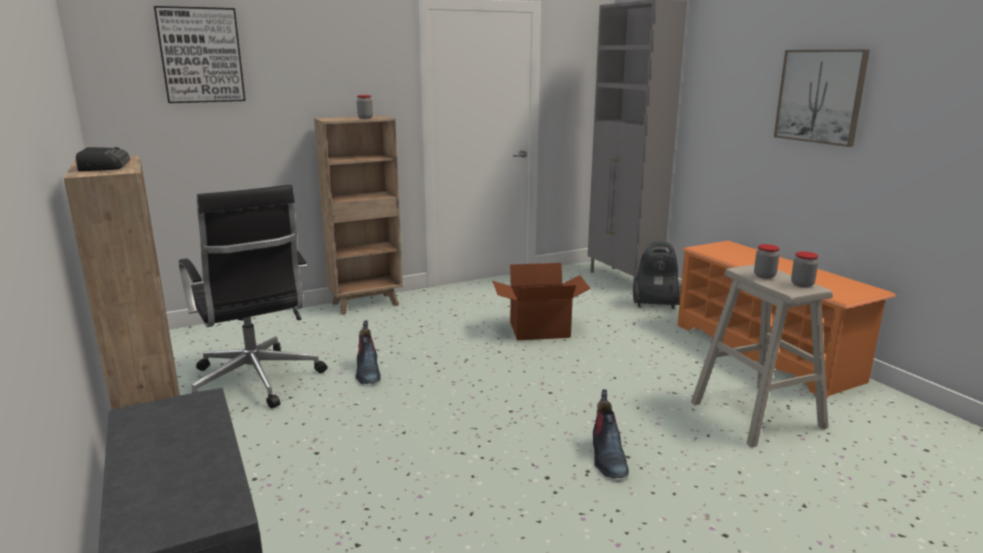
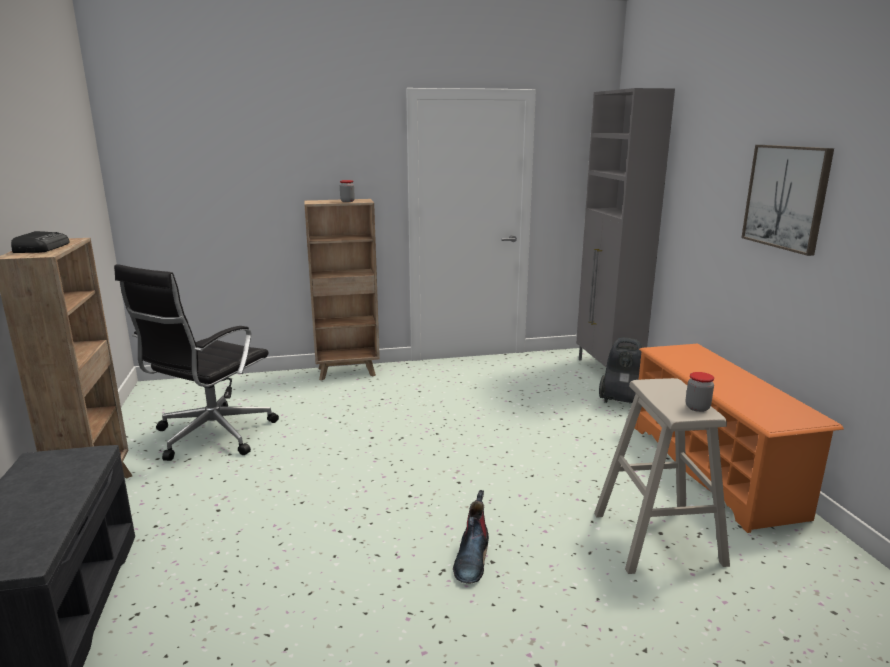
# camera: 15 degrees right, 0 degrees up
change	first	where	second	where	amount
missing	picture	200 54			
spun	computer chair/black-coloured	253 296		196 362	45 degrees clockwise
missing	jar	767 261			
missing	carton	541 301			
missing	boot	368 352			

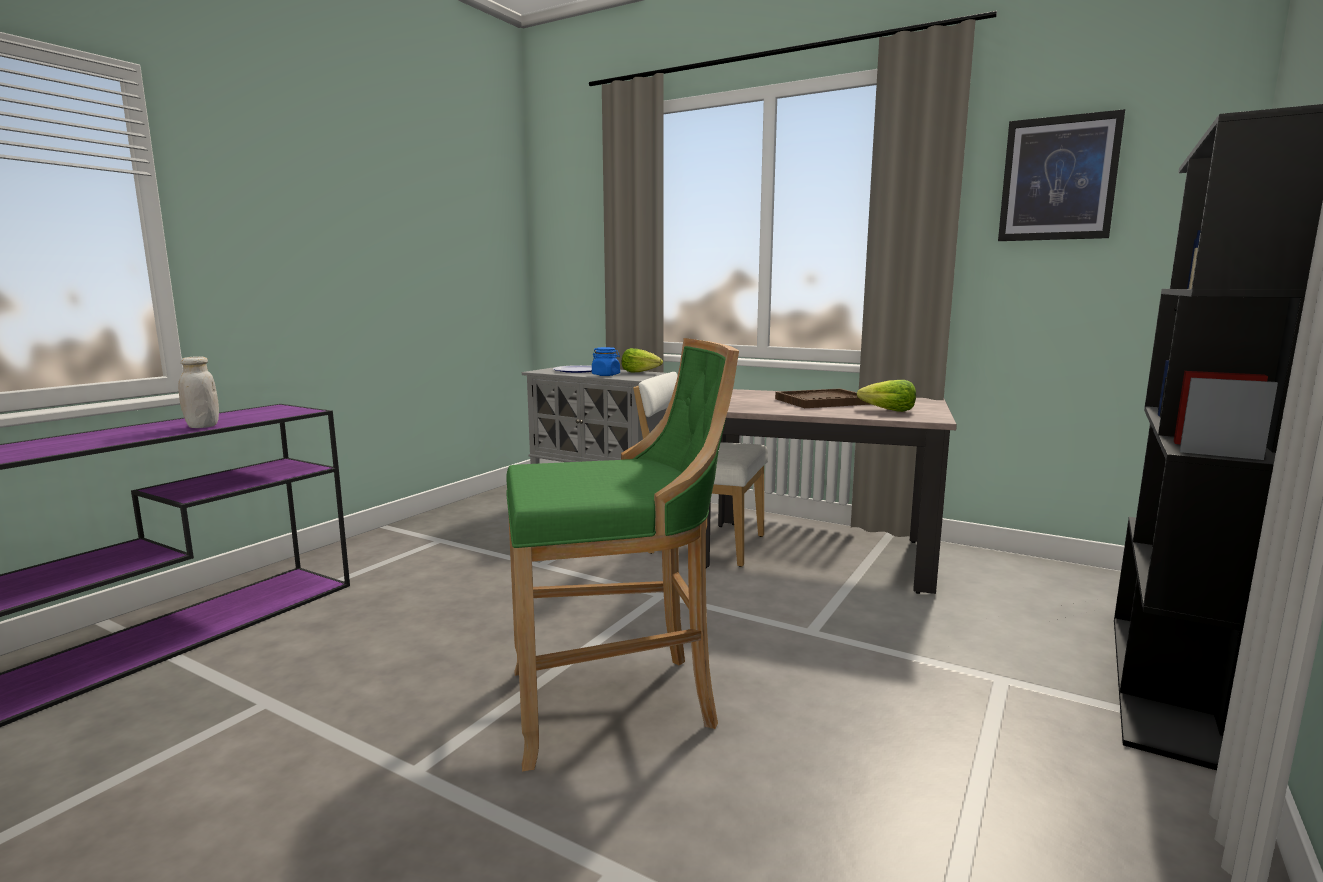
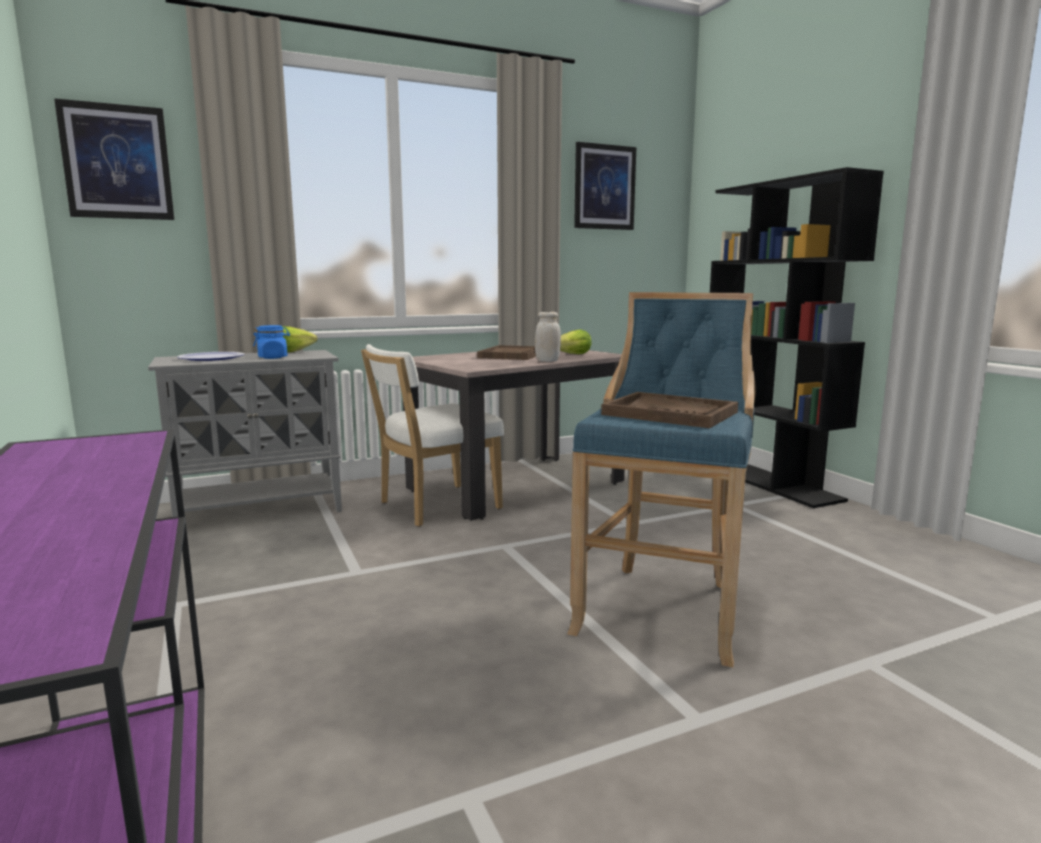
# camera: 55 degrees left, 0 degrees up
change	first	where	second	where	amount
colour	stool/green	622 554	stool/blue-coloured	661 479	
relocated	jar/white	199 392		548 337	
appeared			picture	114 159	
appeared			serving tray/brownish	669 410	

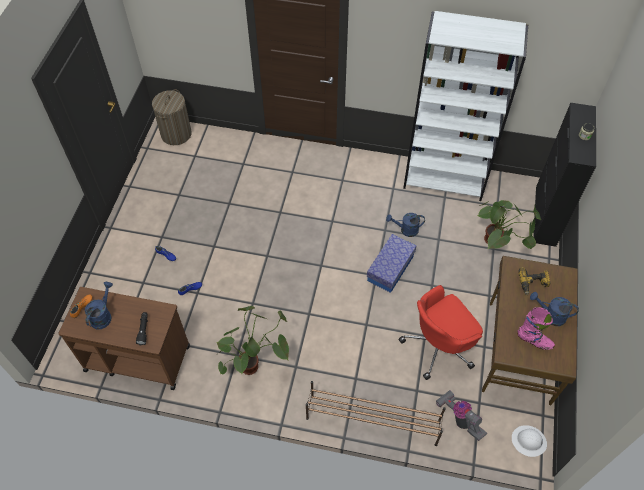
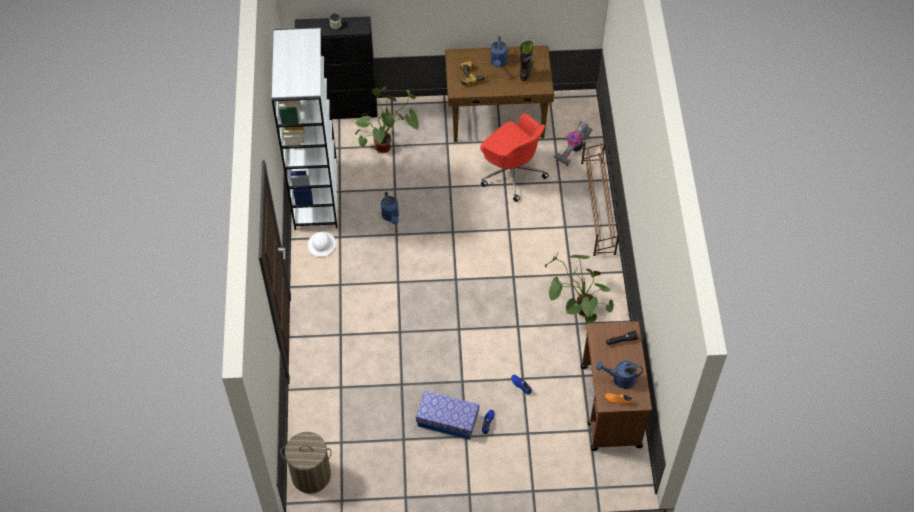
# camera: 105 degrees left, 0 degrees up
change	first	where	second	where	amount
relocated	storage container	391 263		447 415	
colour	boot/pink-coloured	536 328	boot/black-coloured	526 61	
relocated	safety helmet/white	529 441		322 244	

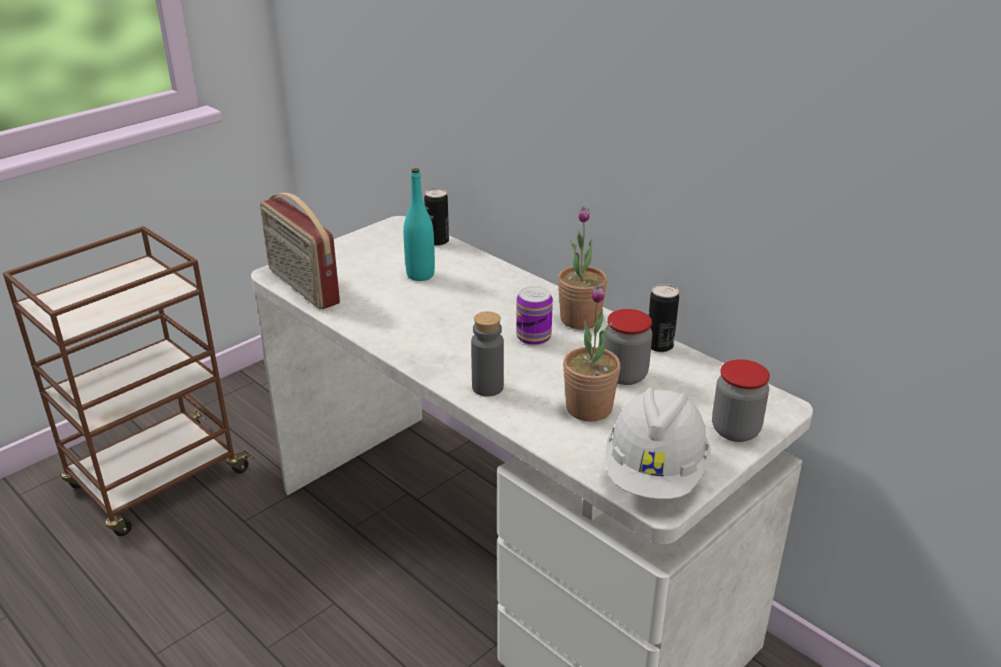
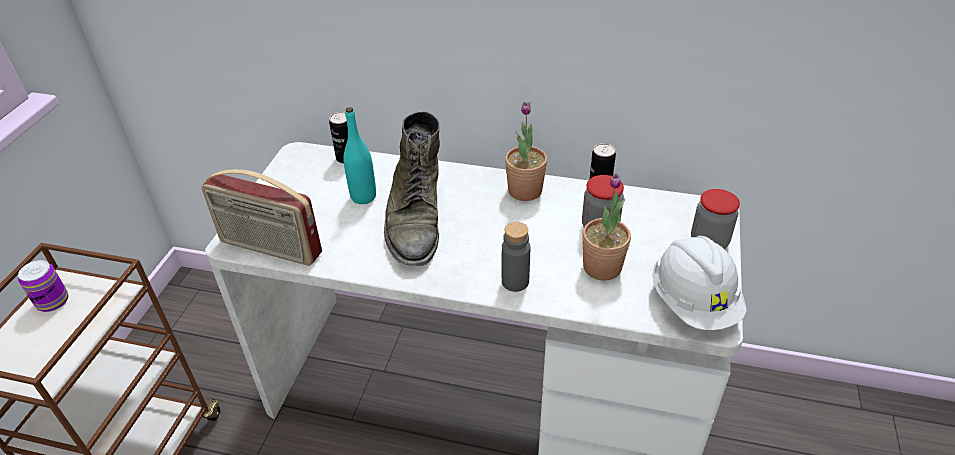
# camera: 30 degrees left, 10 degrees up
change	first	where	second	where	amount
relocated	can	534 315		43 286	
appeared			boot/green	412 188	

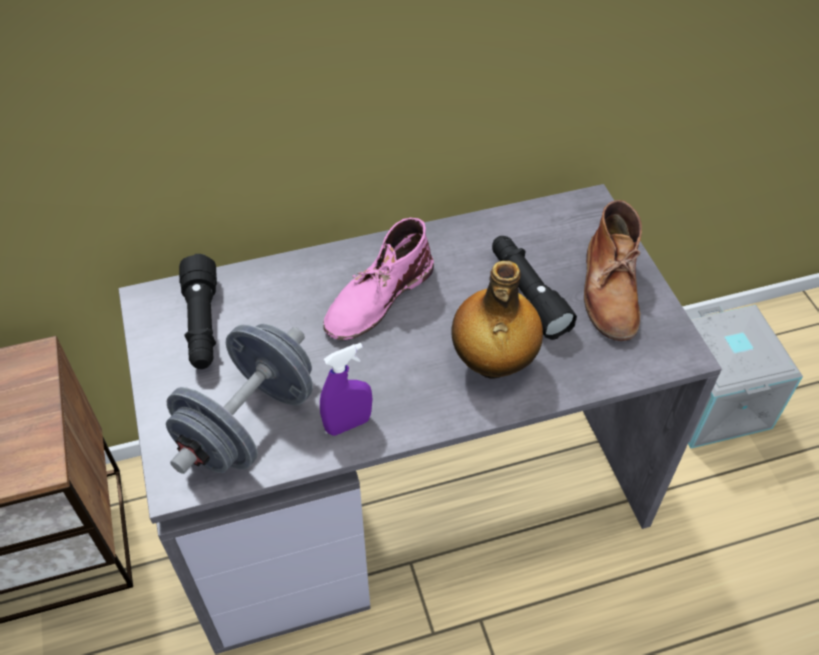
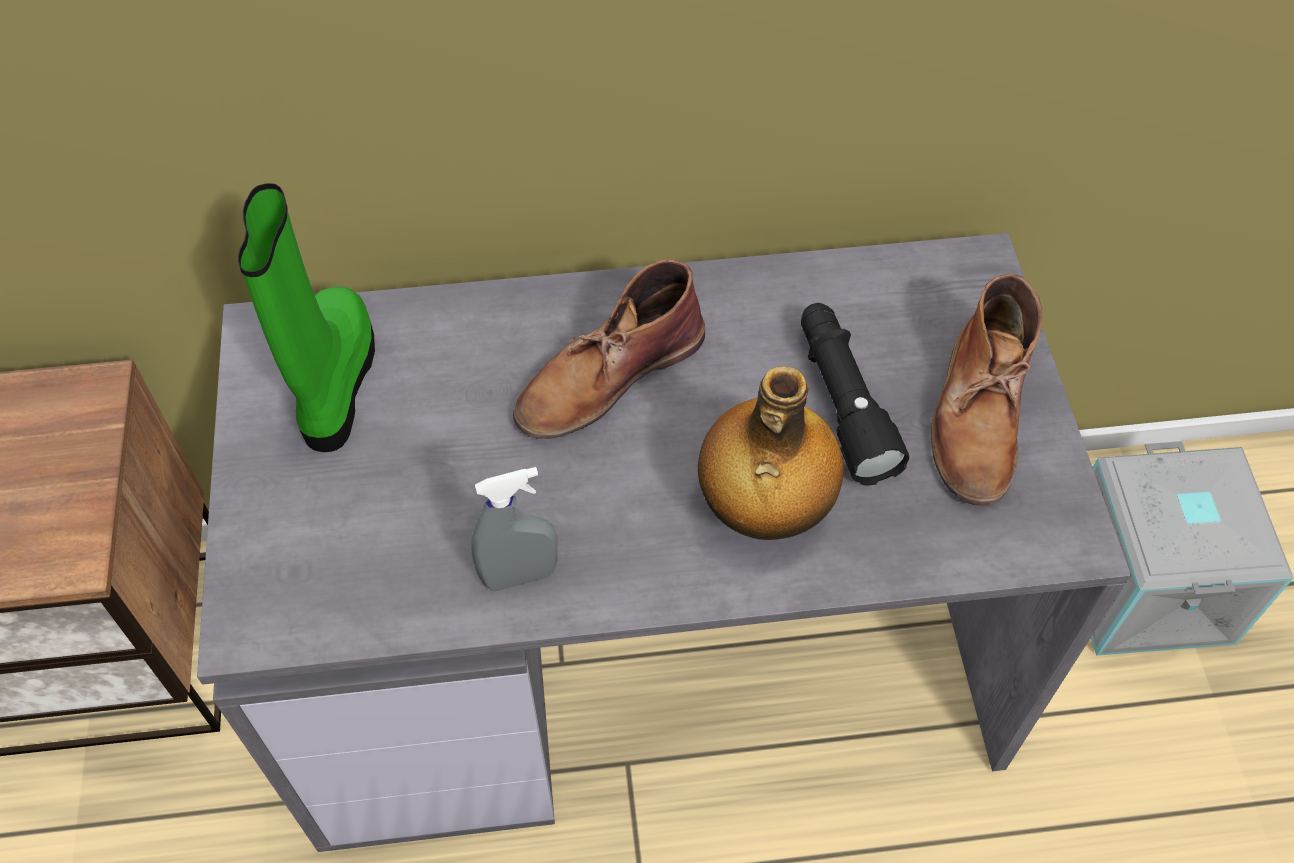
# camera: 10 degrees right, 5 degrees up
change	first	where	second	where	amount
colour	boot/pink-coloured	378 279	boot/brownish	609 349	
exchanged	hand torch/black-coloured	198 311	boot/green	306 317	
missing	hand weight/gray	239 399			
colour	hand sprayer/purplish	346 389	hand sprayer/gray	514 529	

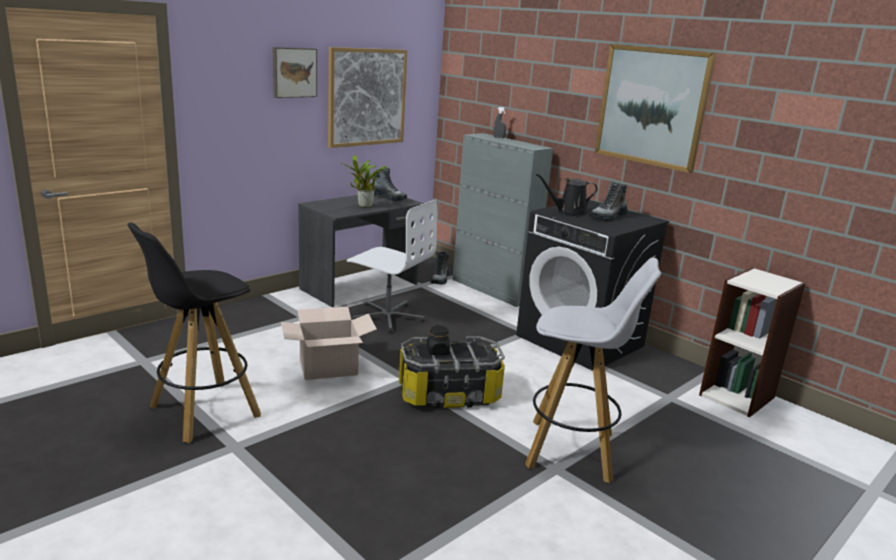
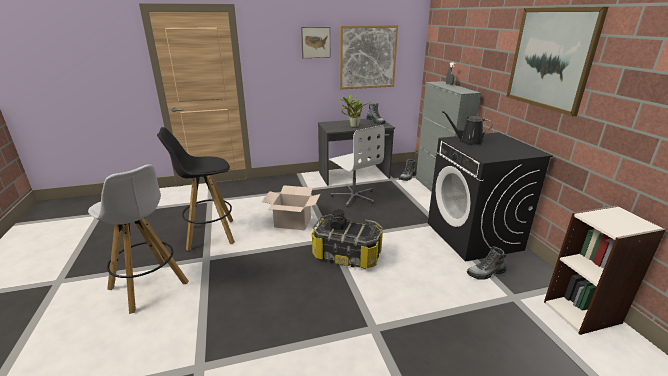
# camera: 30 degrees right, 5 degrees up
change	first	where	second	where	amount
relocated	boot	609 201		487 263	
relocated	stool/white	593 370		138 239	

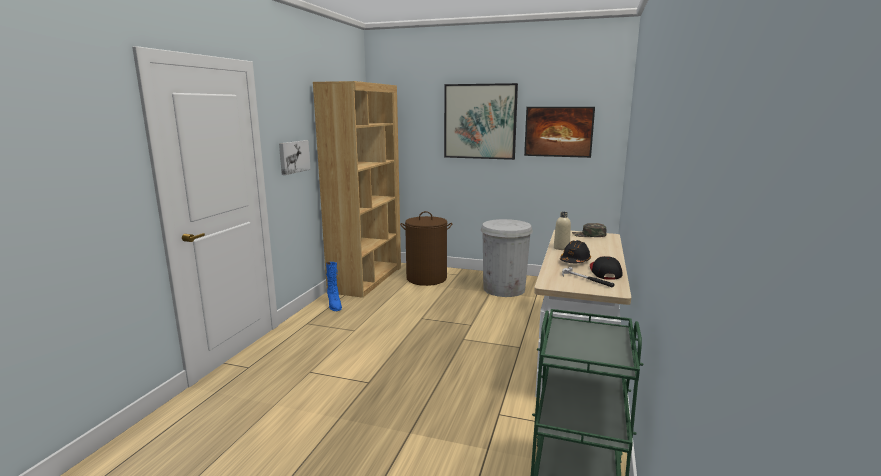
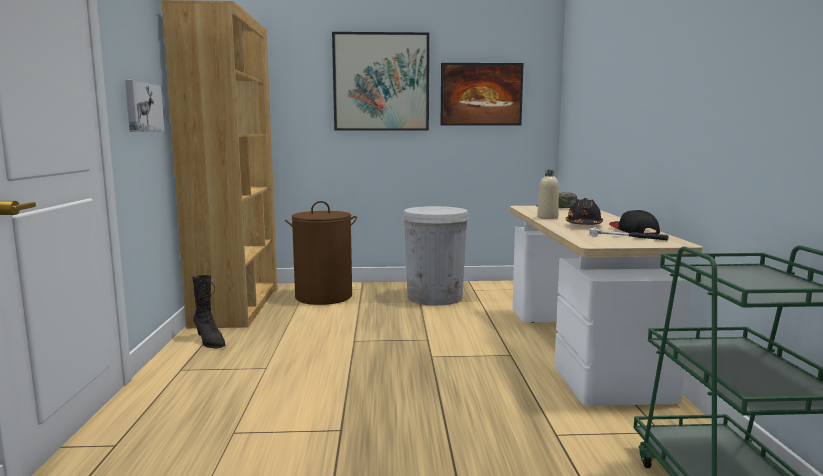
# camera: 20 degrees left, 5 degrees down
change	first	where	second	where	amount
colour	boot/blue-coloured	334 286	boot/black-coloured	209 311	

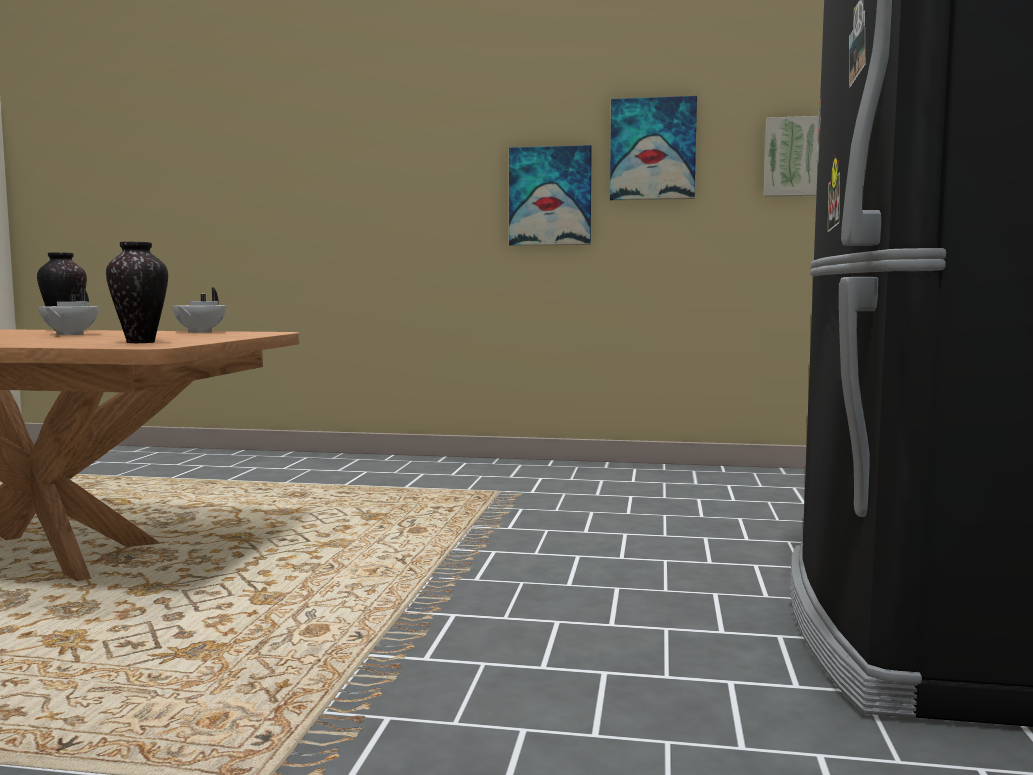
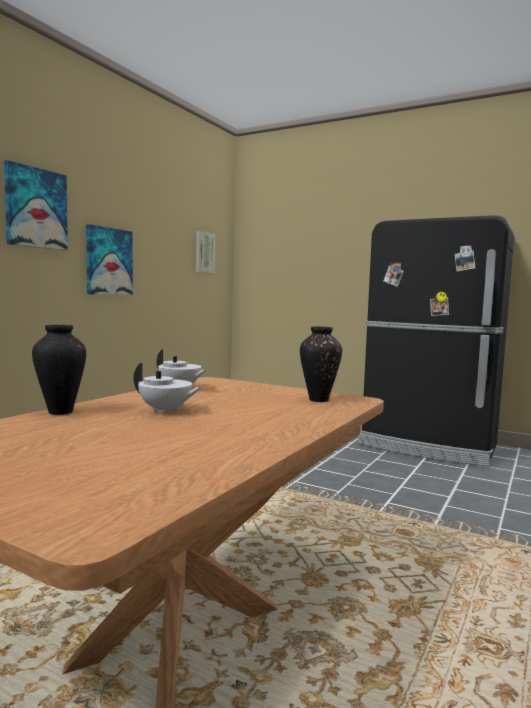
# camera: 70 degrees left, 0 degrees up
change	first	where	second	where	amount
relocated	picture	653 148		36 205	

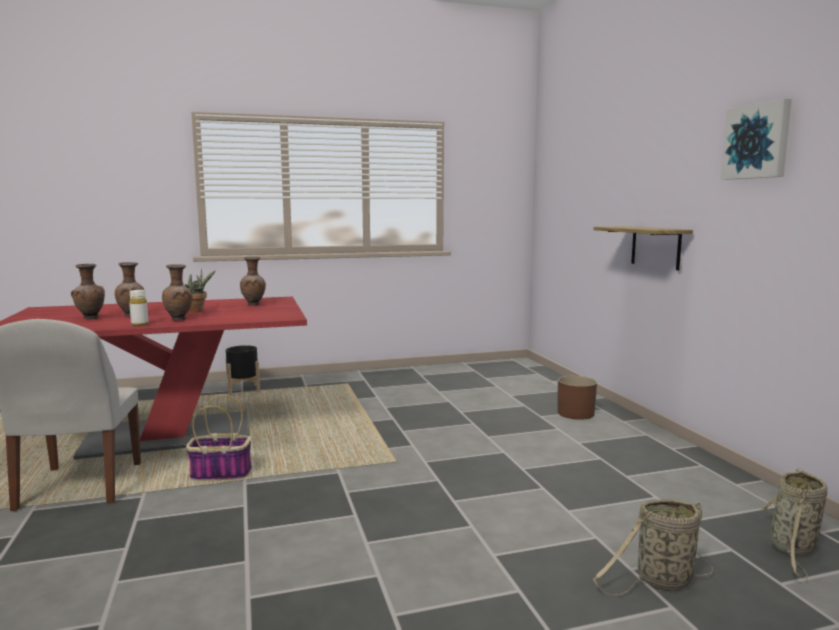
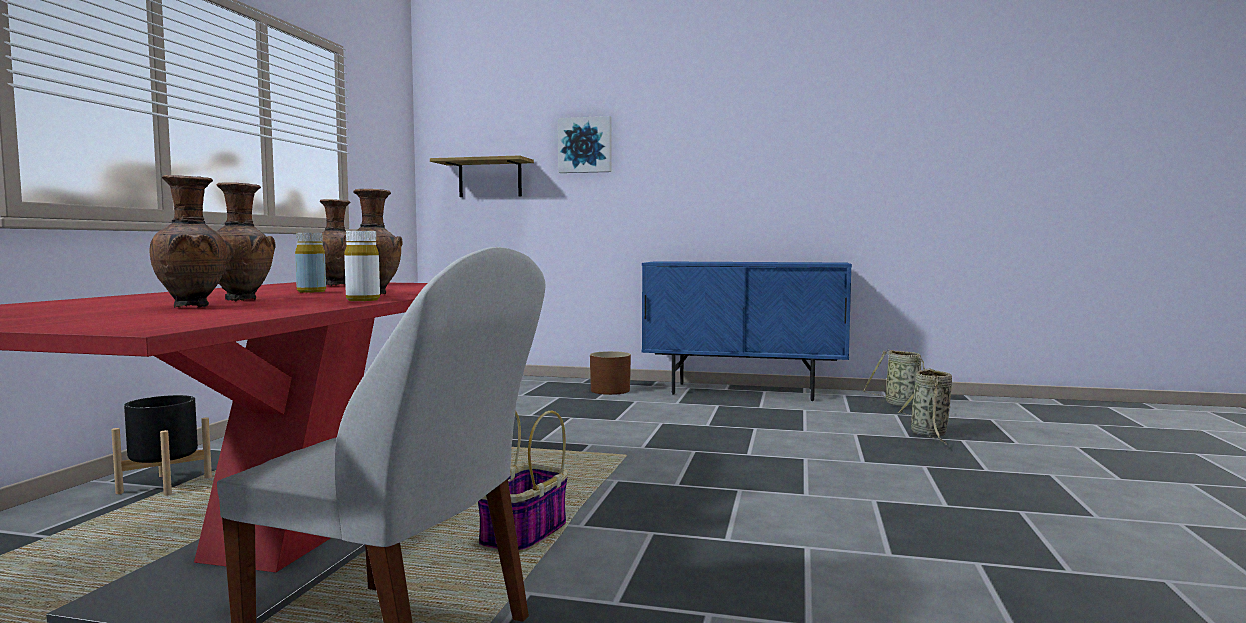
# camera: 60 degrees left, 5 degrees down
change	first	where	second	where	amount
relocated	picture	756 139		585 144	
relocated	shelf	643 248		482 176	
exchanged	plant in a pot	200 290	bottle/yellow-coloured	310 263	
appeared			storage cabinet/blue-coloured	746 331	

